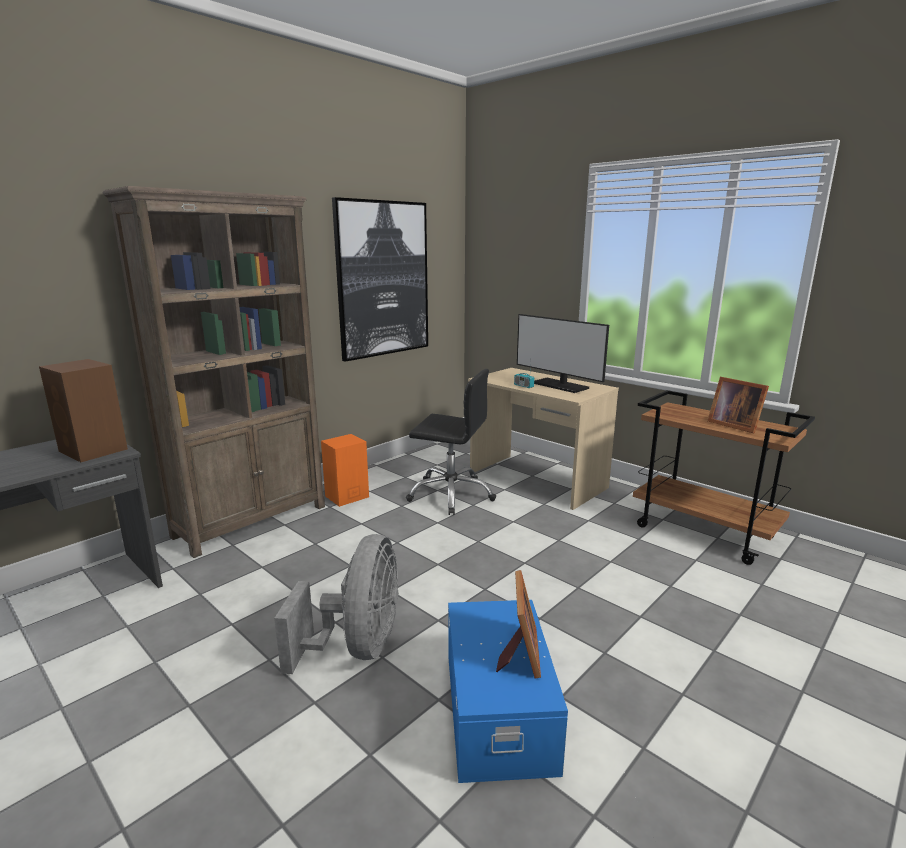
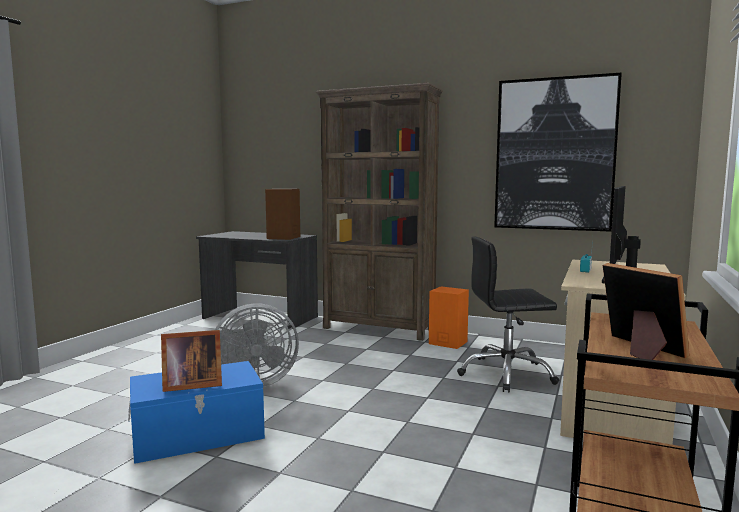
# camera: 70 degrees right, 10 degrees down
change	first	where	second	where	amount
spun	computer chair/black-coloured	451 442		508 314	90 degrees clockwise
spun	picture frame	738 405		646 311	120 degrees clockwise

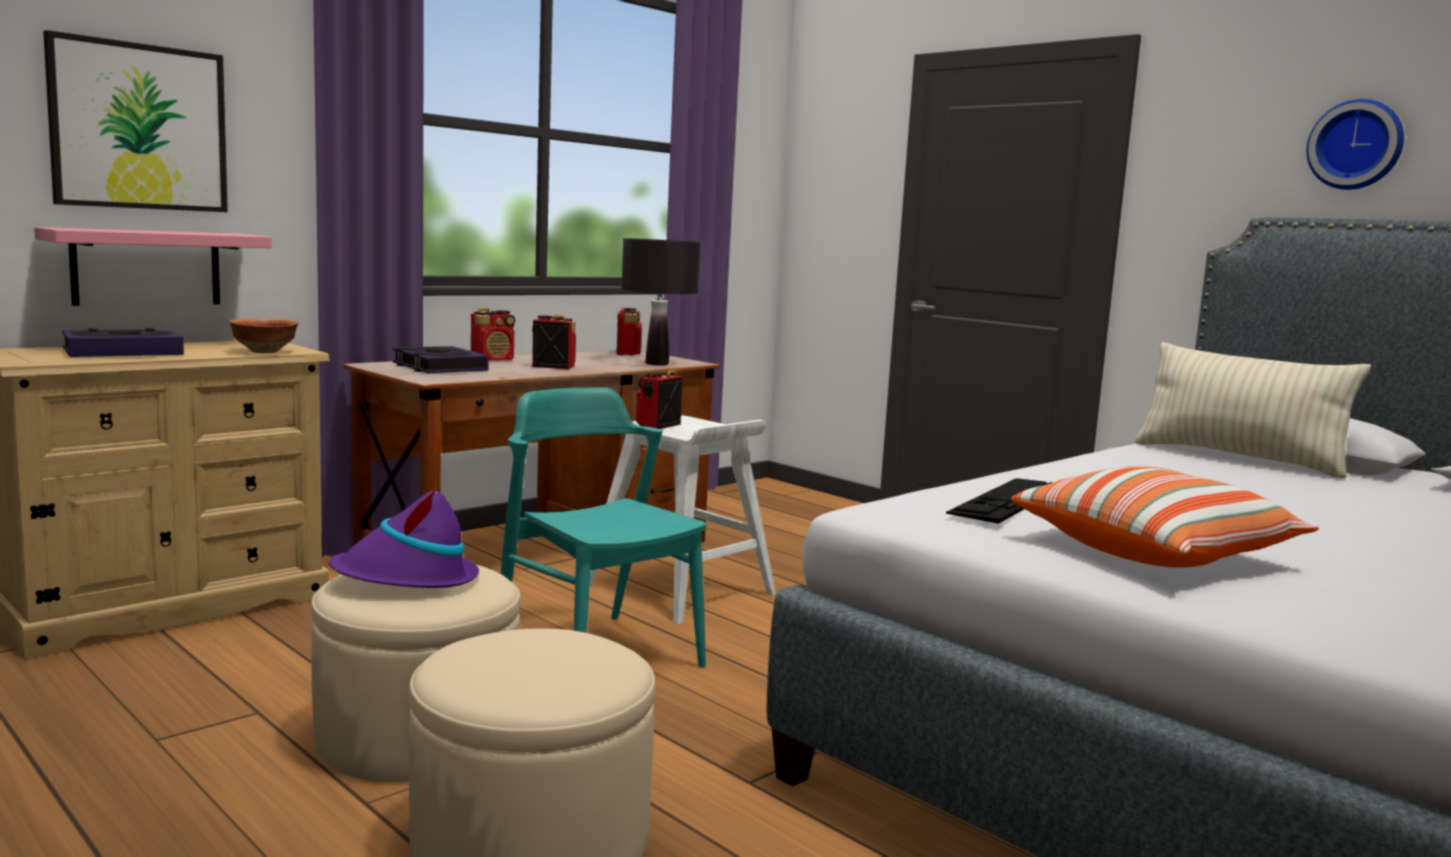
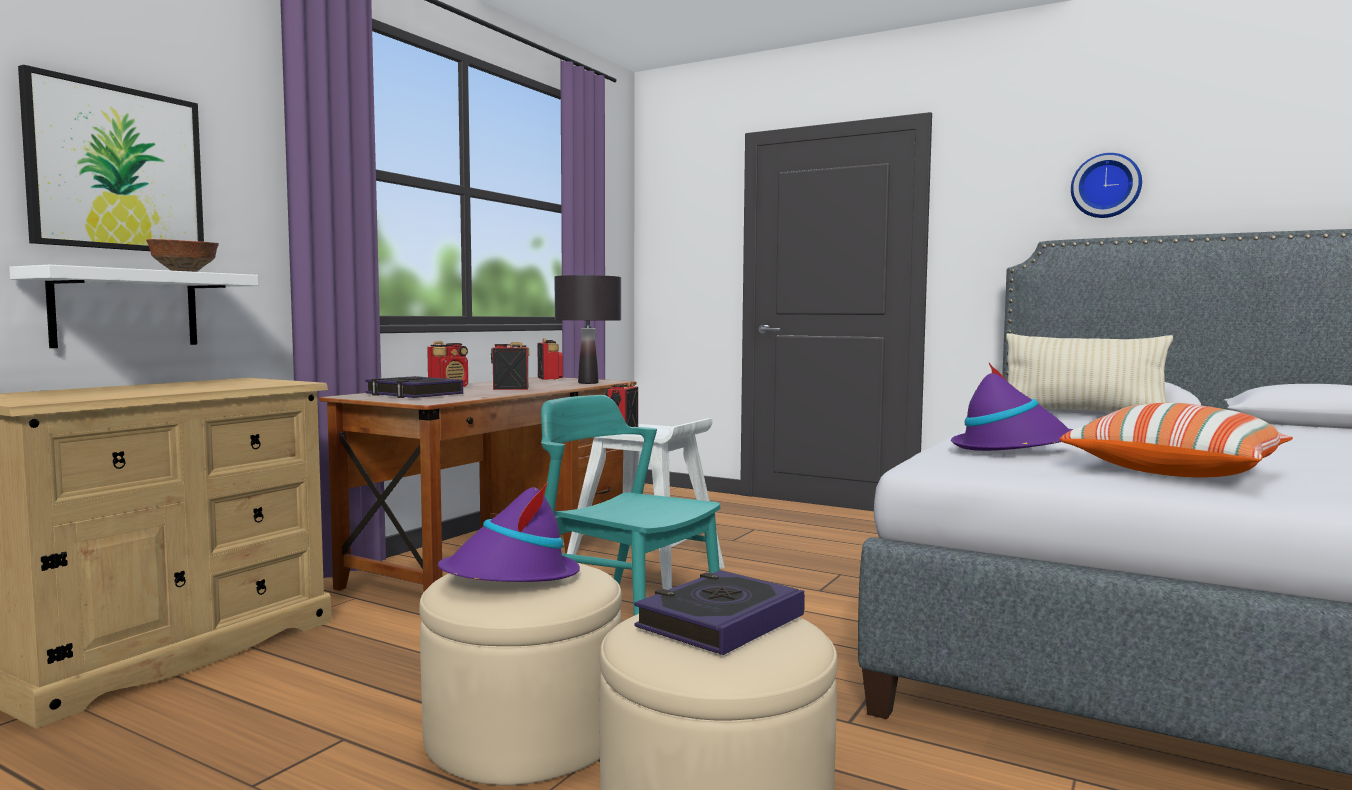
# camera: 15 degrees left, 5 degrees down
change	first	where	second	where	amount
colour	shelf/pink-coloured	153 266	shelf/white	133 306	
relocated	bowl	263 336		182 255	
relocated	bound book	123 342		719 612	
exchanged	computer keyboard	1000 501	hat/purplish	1012 406	

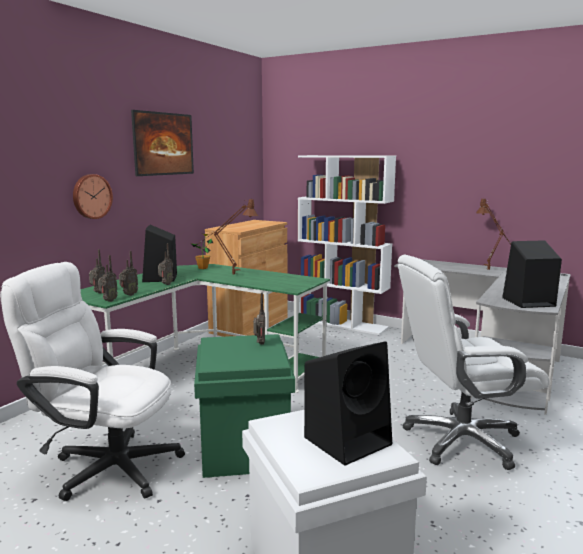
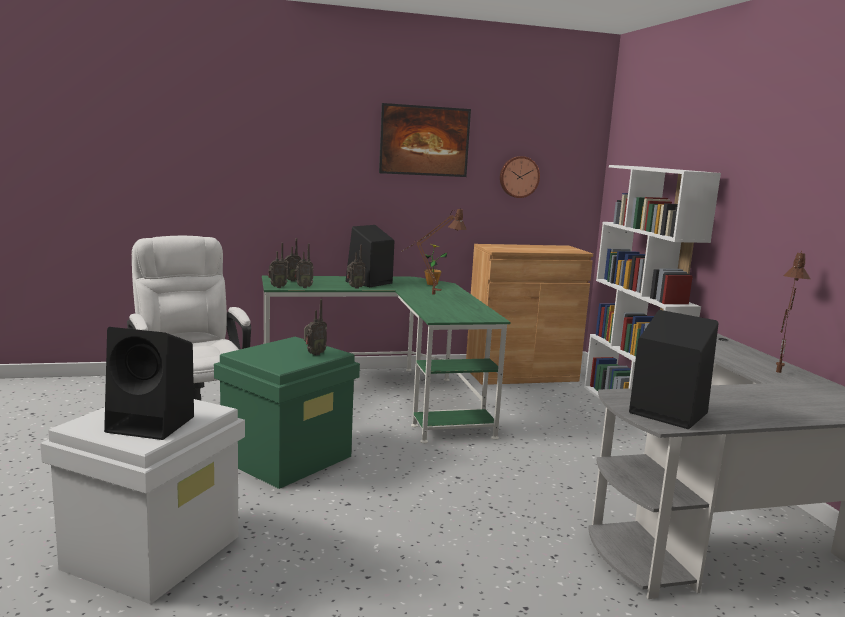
# camera: 45 degrees right, 0 degrees up
change	first	where	second	where	amount
relocated	wall clock	93 196		520 177	
missing	computer chair/white	474 362			

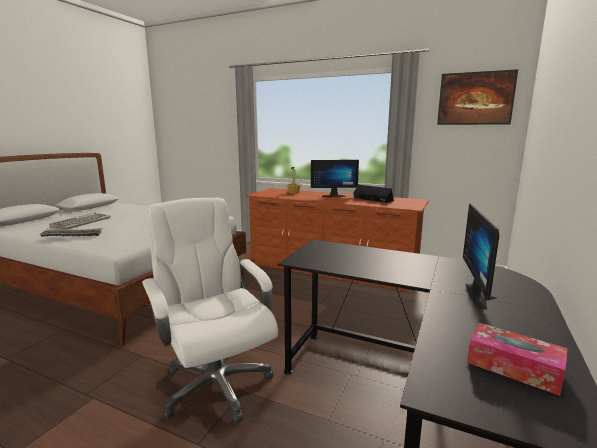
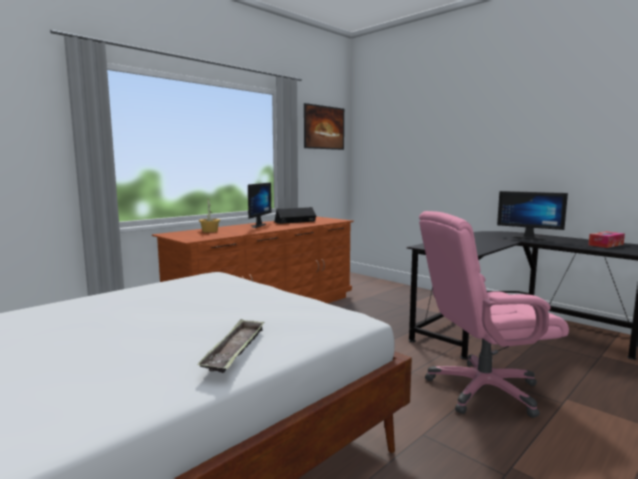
# camera: 70 degrees left, 5 degrees down
change	first	where	second	where	amount
colour	computer chair/white	210 310	computer chair/pink-coloured	494 314	
missing	computer keyboard	80 221			

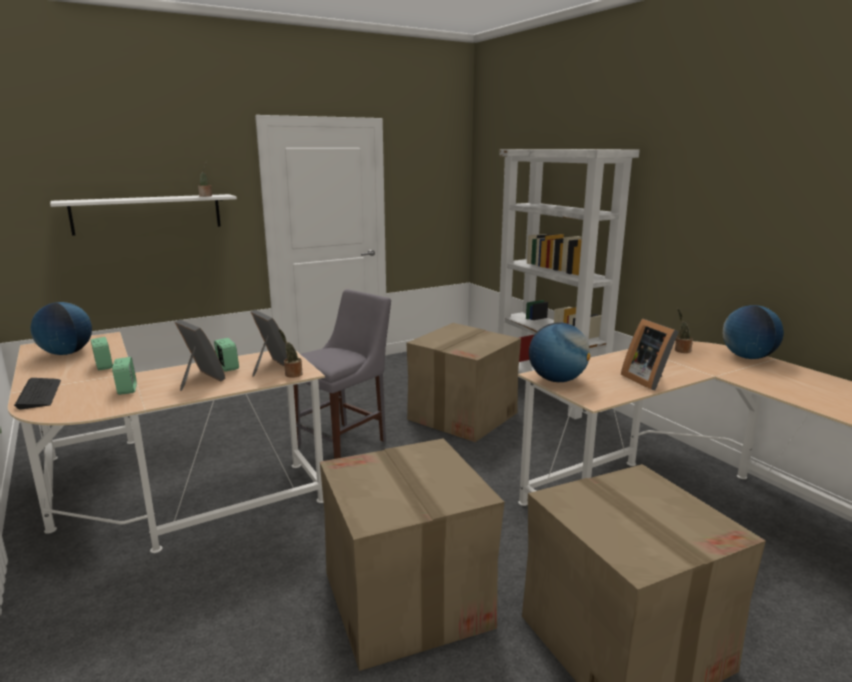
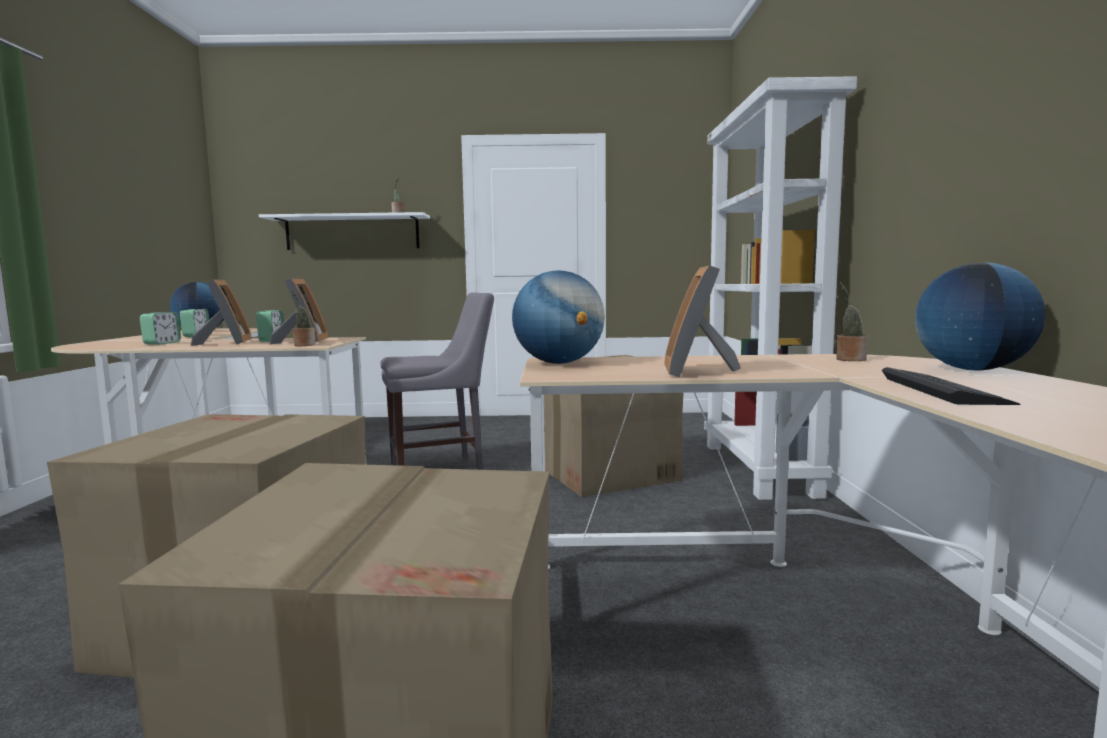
# camera: 30 degrees right, 10 degrees down
change	first	where	second	where	amount
relocated	computer keyboard	37 394		951 386	

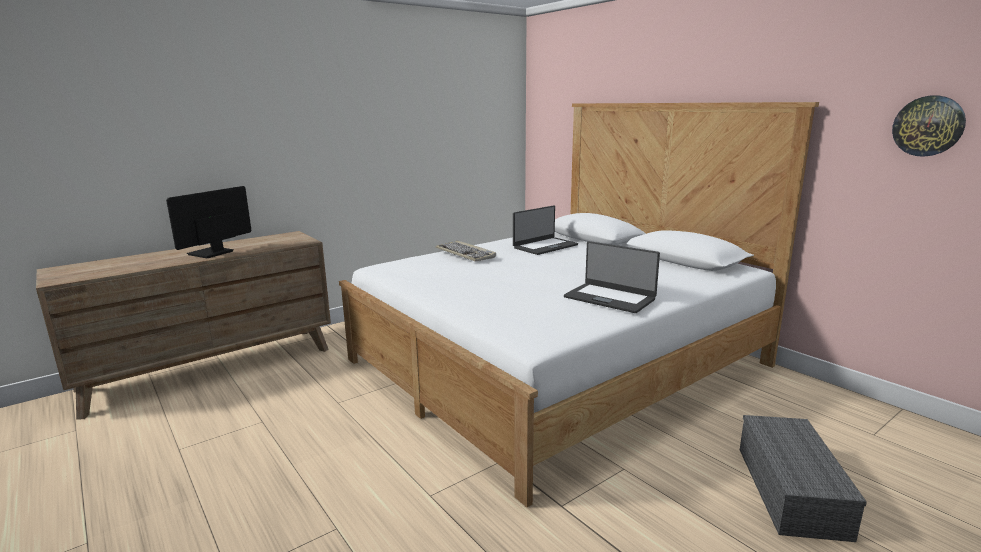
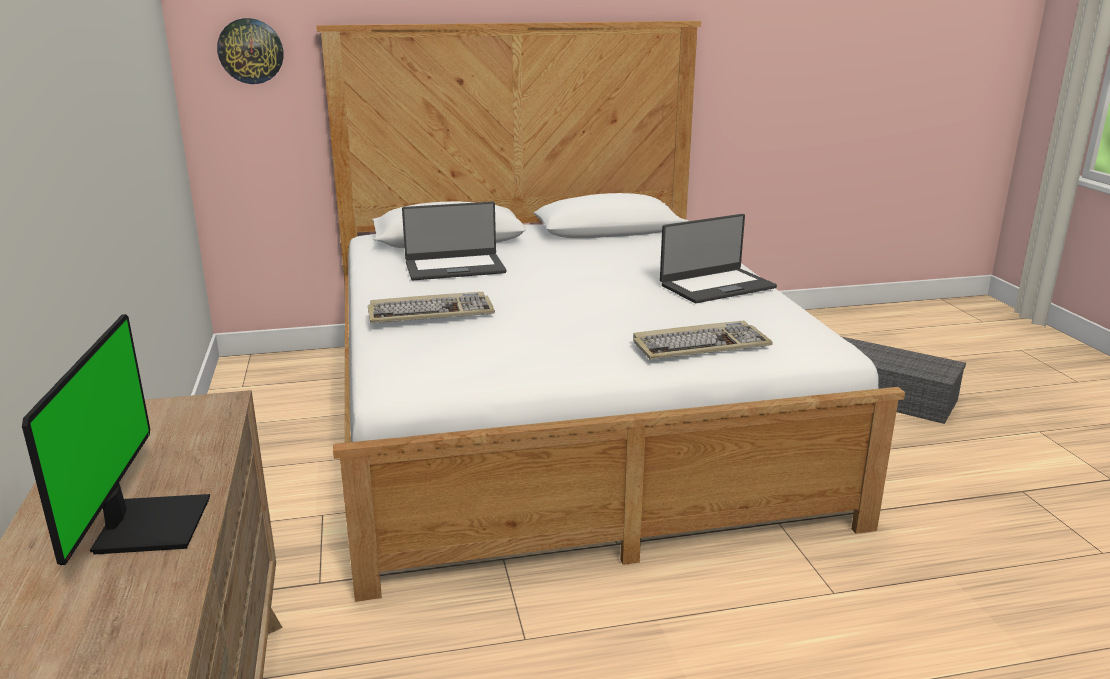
# camera: 65 degrees left, 5 degrees up
change	first	where	second	where	amount
relocated	wall clock	929 126		250 51	
spun	monitor	209 222		116 439	150 degrees counterclockwise
spun	portable computer	545 230		454 241	90 degrees clockwise
appeared			computer keyboard	703 340	

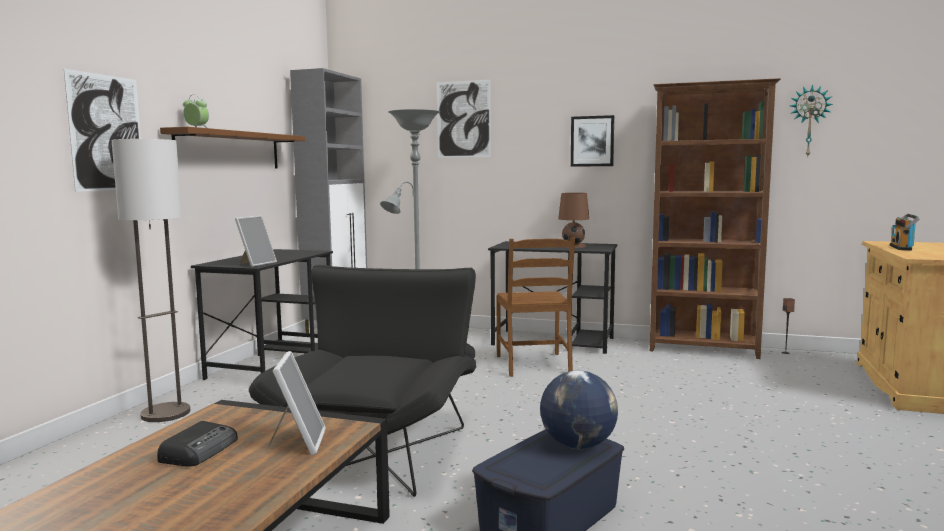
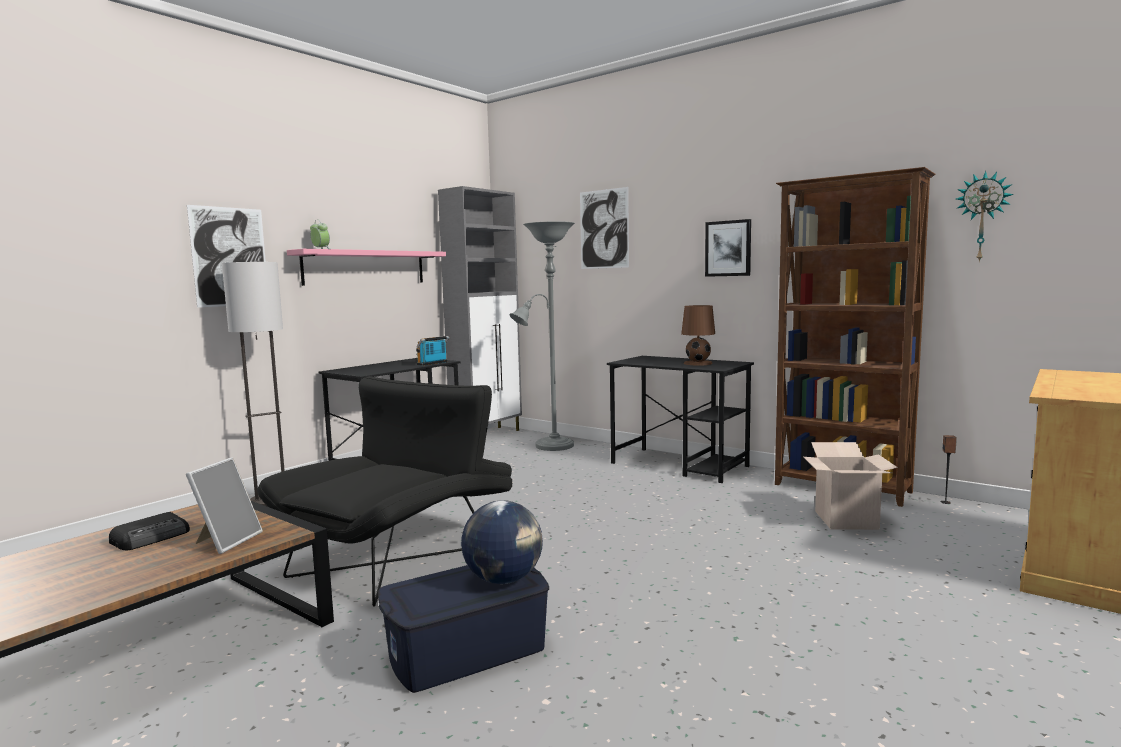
# camera: 20 degrees right, 0 degrees up
change	first	where	second	where	amount
colour	shelf/brownish	232 147	shelf/pink-coloured	366 267	
relocated	radio receiver	905 232		432 351	
missing	picture frame	256 241			
missing	chair/brownish	535 307			
appeared			carton	850 486	

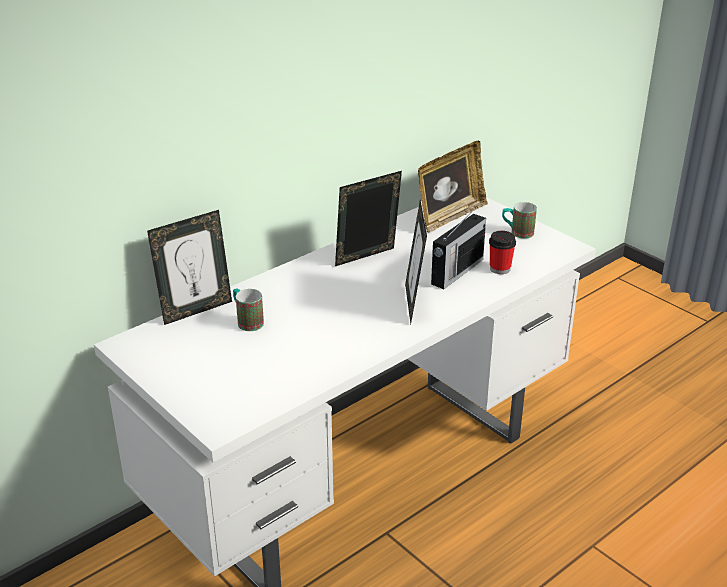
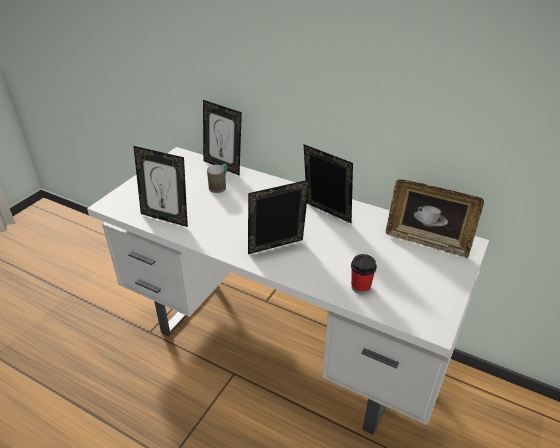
# camera: 70 degrees right, 5 degrees up
change	first	where	second	where	amount
missing	tea mug	519 220			
missing	radio receiver	458 248			
appeared			picture frame	160 186	

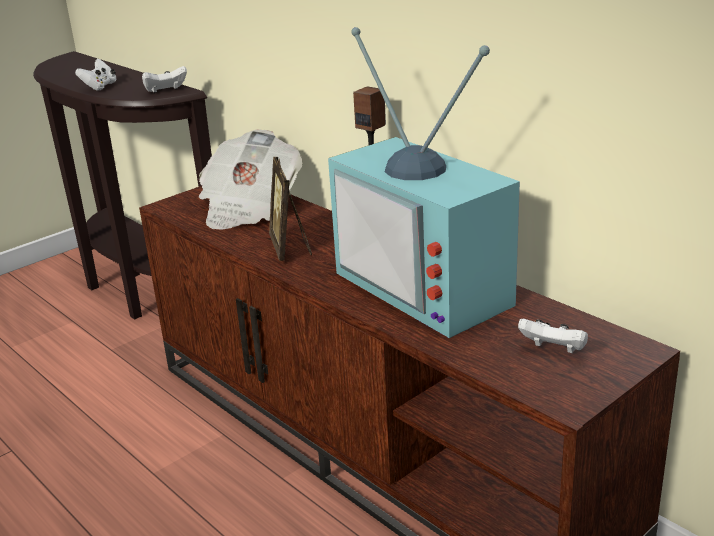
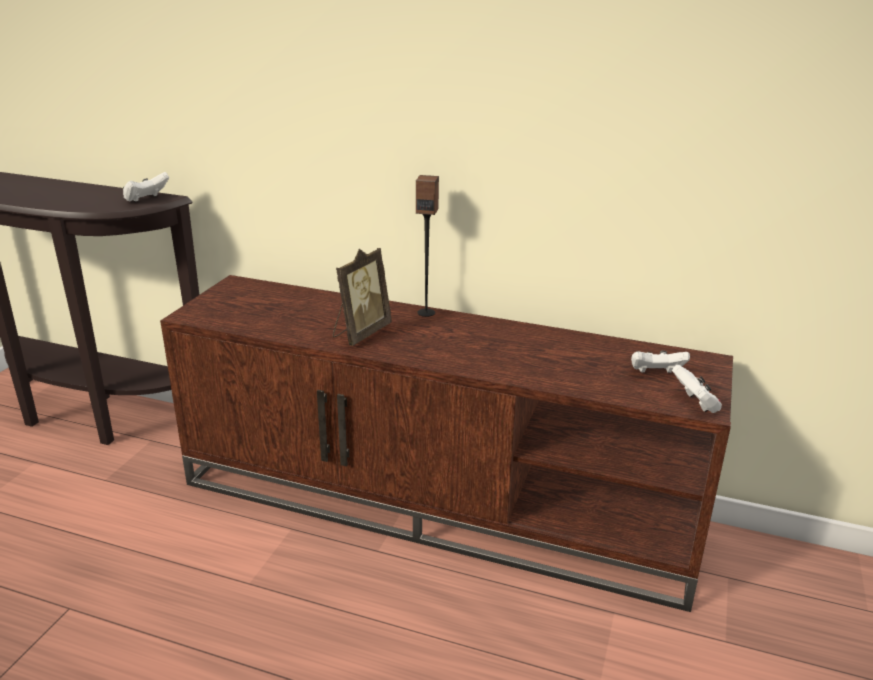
# camera: 30 degrees left, 0 degrees up
change	first	where	second	where	amount
missing	TV	424 182			
relocated	joypad/white	96 75		697 389	
missing	printed paper	250 179			
spun	picture frame	290 209		362 297	105 degrees counterclockwise

